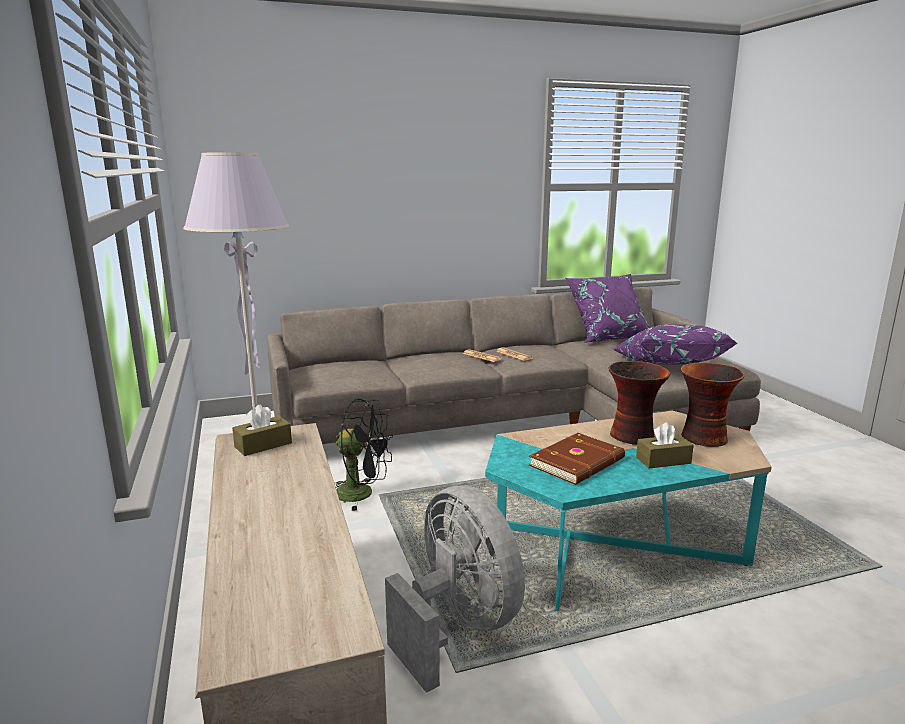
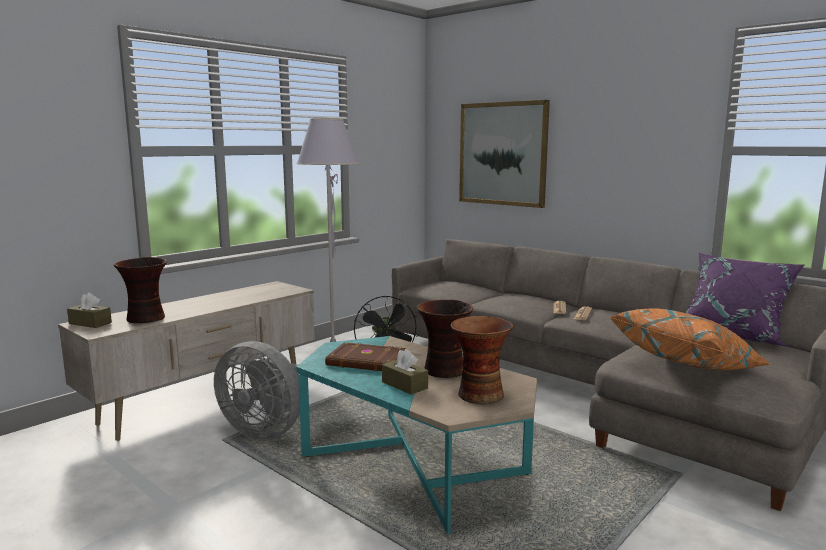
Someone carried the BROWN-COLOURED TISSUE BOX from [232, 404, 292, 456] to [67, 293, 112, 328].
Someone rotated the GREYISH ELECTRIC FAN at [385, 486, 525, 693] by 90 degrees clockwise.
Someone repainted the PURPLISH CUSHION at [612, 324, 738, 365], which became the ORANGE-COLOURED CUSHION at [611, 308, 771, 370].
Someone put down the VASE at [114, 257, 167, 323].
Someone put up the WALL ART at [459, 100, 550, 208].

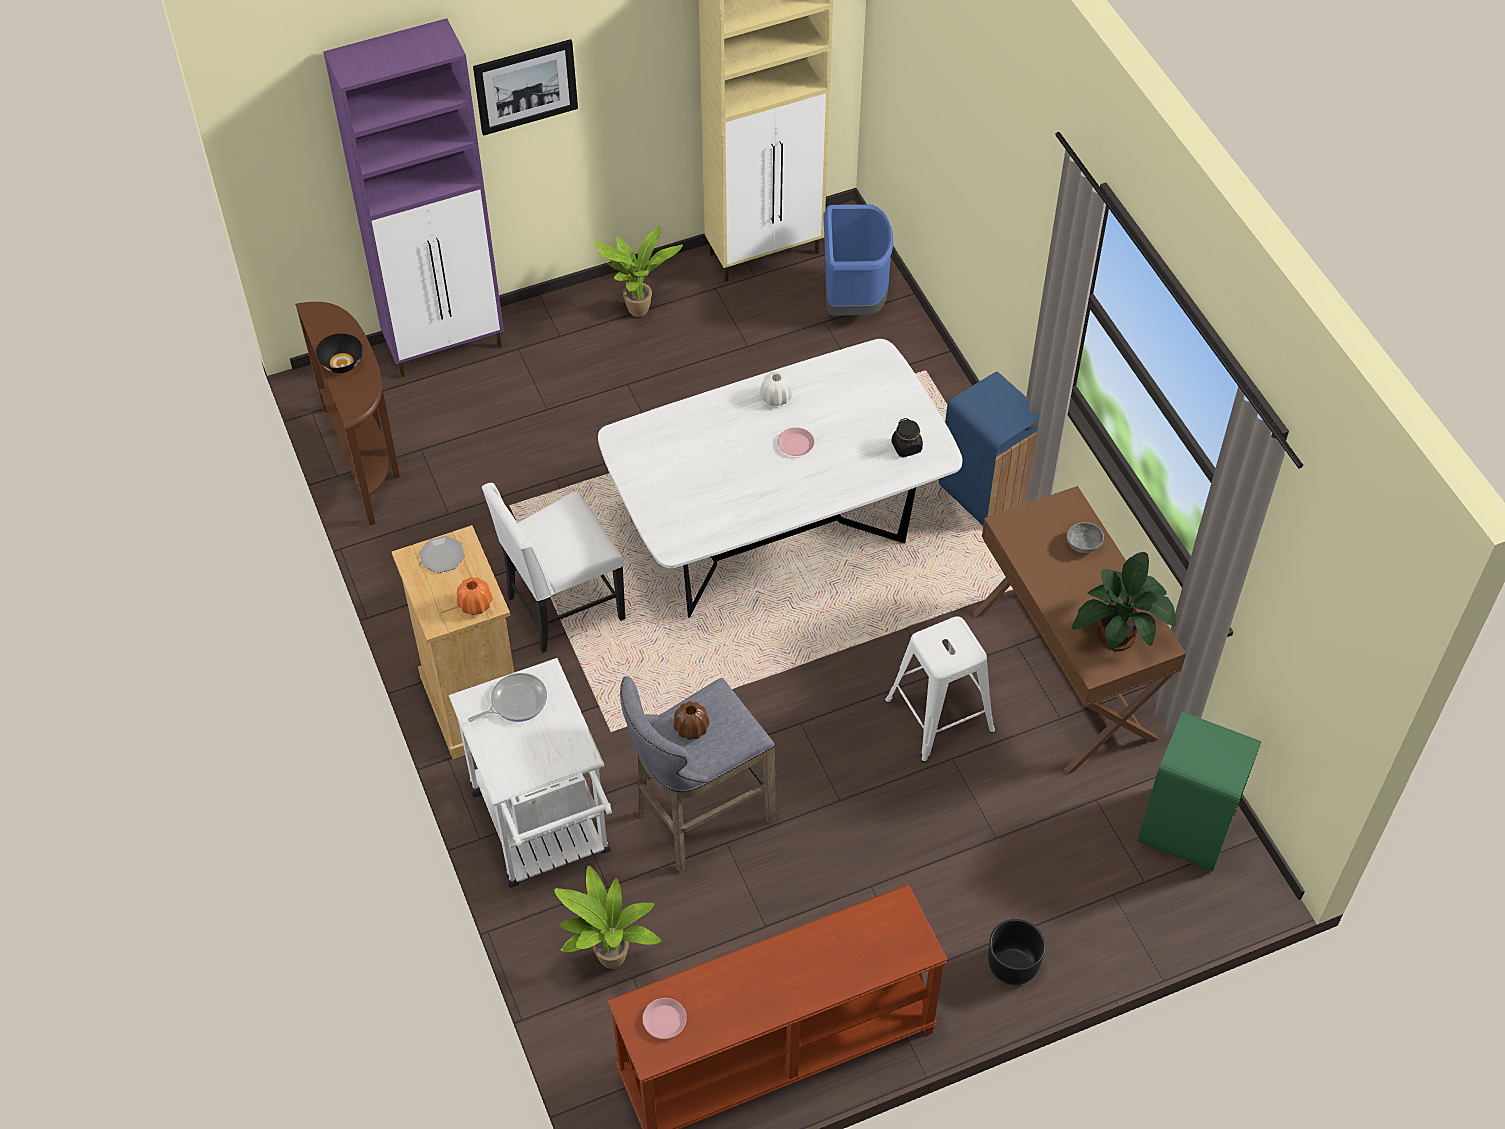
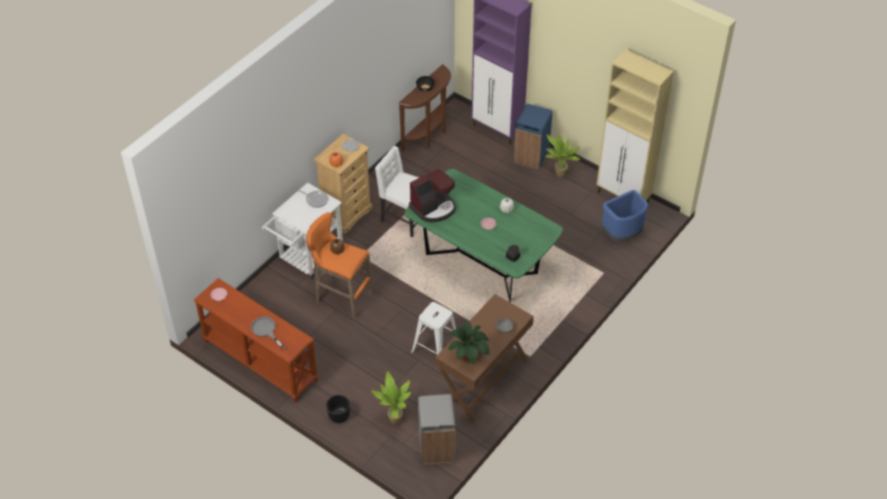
Someone took away the WALL ART at [473, 39, 578, 136].
Someone carried the POTTED PLANT from [554, 866, 661, 969] to [371, 371, 411, 424].
Someone repainted the WHITISH DINNER TABLE at [598, 339, 962, 618], which became the GREEN-COLOURED DINNER TABLE at [405, 169, 563, 303].
Someone repainted the GREYISH STOOL SEAT at [620, 676, 776, 872], which became the ORANGE-COLOURED STOOL SEAT at [306, 212, 373, 319].
Someone carried the BLUISH RUBBISH BIN from [939, 372, 1040, 525] to [513, 104, 552, 170].
Someone repainted the GREEN-COLOURED RUBBISH BIN at [1137, 711, 1262, 871], which became the GREYISH RUBBISH BIN at [418, 394, 456, 464].
Someone put down the GREYISH FRYING PAN at [251, 316, 286, 350].
Someone put down the COFFEE MACHINE at [409, 169, 456, 222].

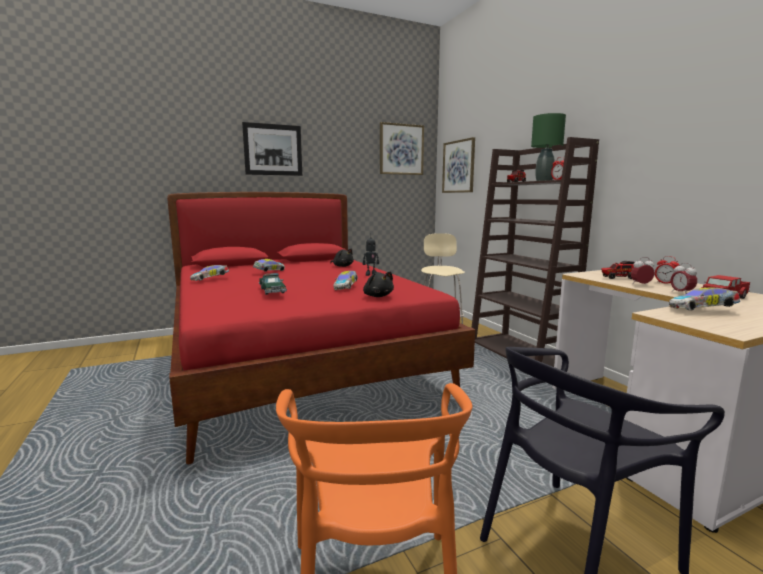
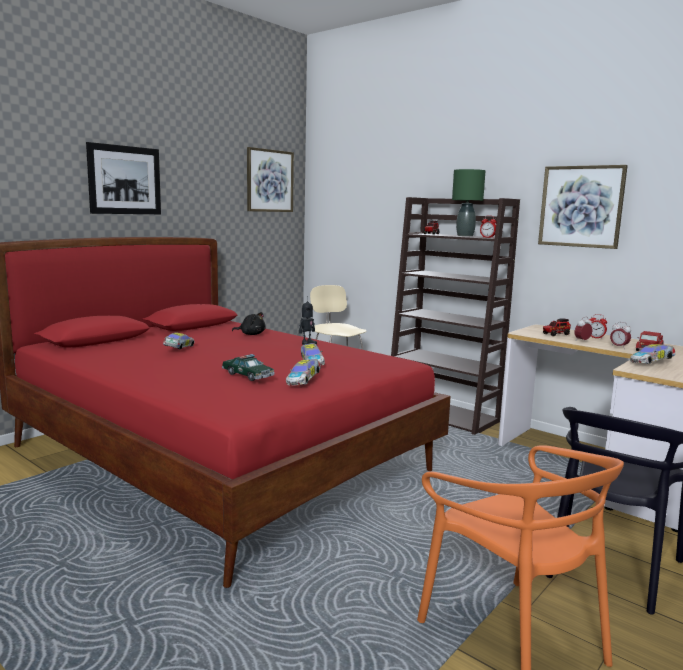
Someone carried the MINIATURE CAR from [190, 265, 229, 281] to [286, 359, 320, 386].
Someone took away the BLACK CUDDLY TOY at [363, 271, 394, 297].
Someone carried the WALL ART from [442, 137, 475, 193] to [538, 165, 628, 249].

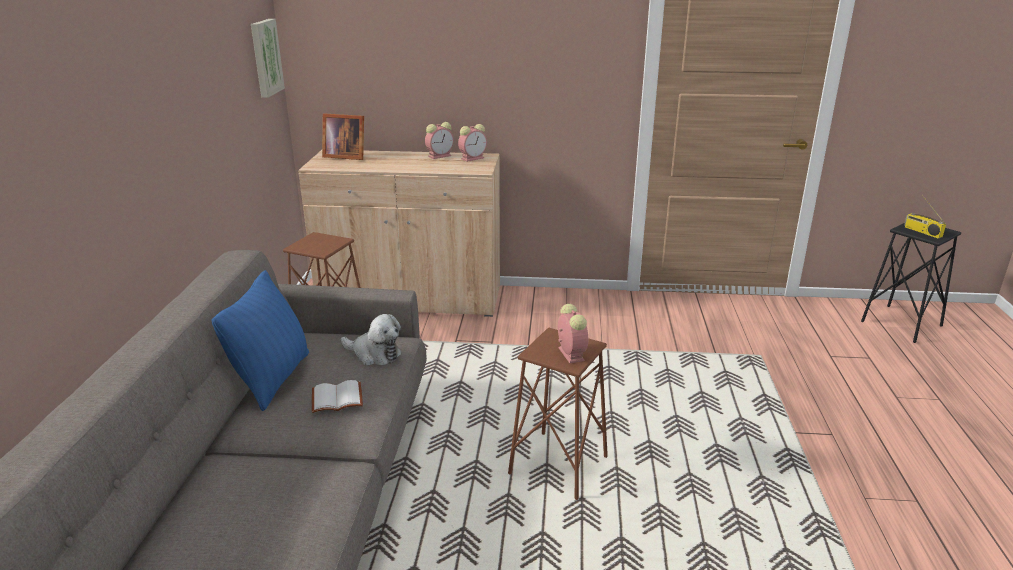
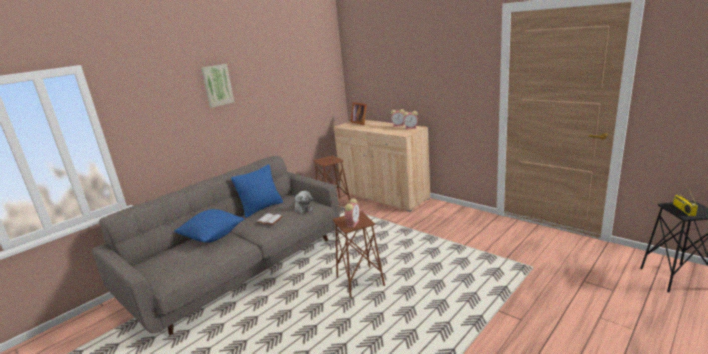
Someone carried the WALL ART from [251, 19, 285, 98] to [201, 64, 234, 107].
Someone put down the BLUISH CUSHION at [174, 209, 244, 243].

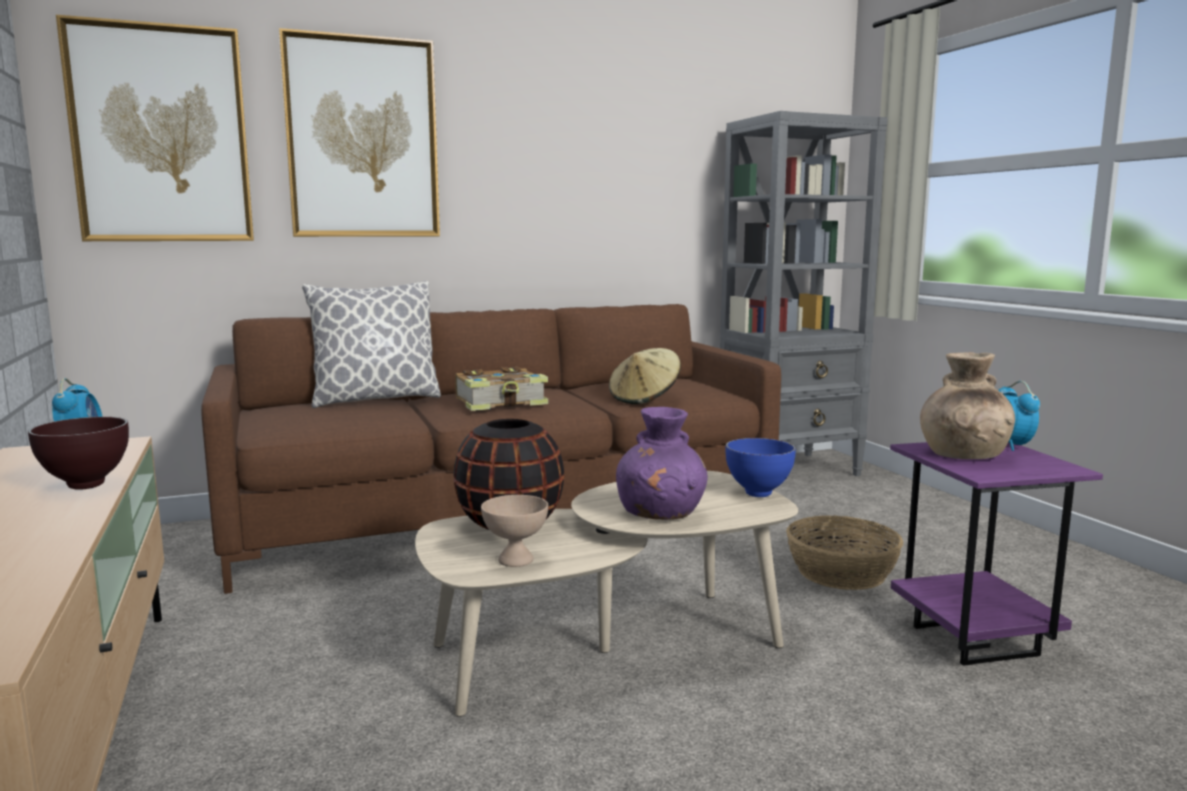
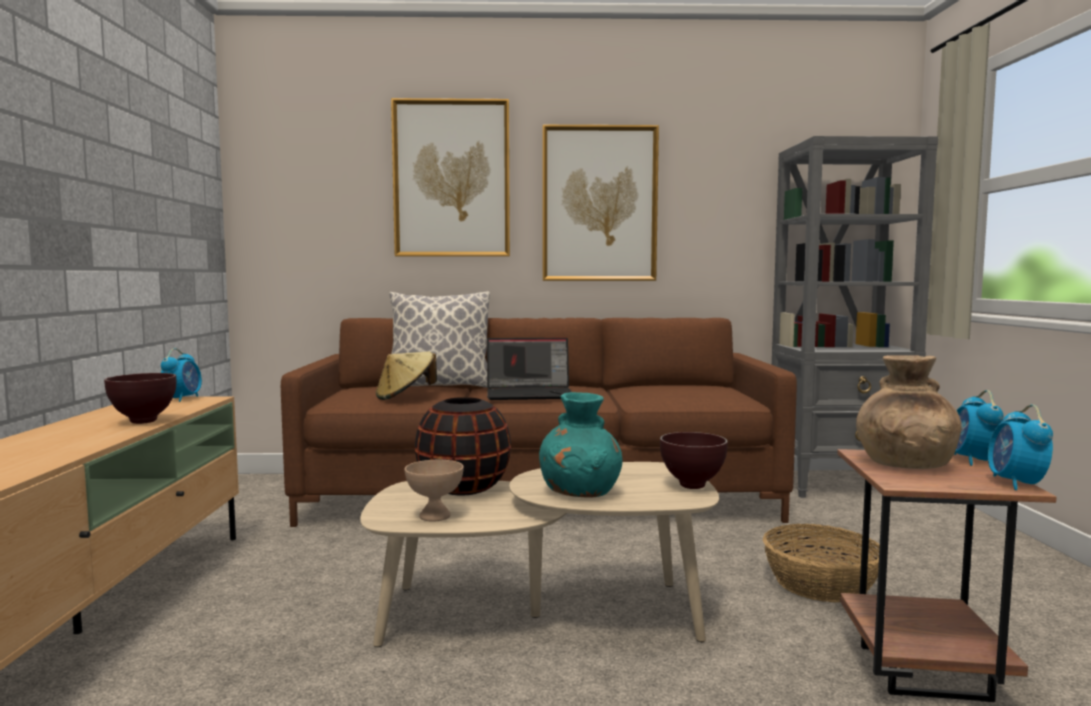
Someone carried the WALL ART from [56, 15, 254, 241] to [543, 125, 659, 281].
Someone swapped the BOOK at [455, 367, 548, 411] for the PORTABLE COMPUTER at [487, 338, 571, 400].
Someone carried the BEIGE CLOTHING HAT from [609, 348, 681, 404] to [376, 351, 437, 400].
Someone repainted the PURPLISH VASE at [616, 407, 708, 520], which became the TURQUOISE VASE at [539, 392, 623, 498].
Someone repainted the BLUISH BOWL at [726, 438, 796, 497], which became the BROWN-COLOURED BOWL at [660, 432, 728, 489].
Someone repainted the PURPLISH END TABLE at [890, 442, 1103, 666], which became the BROWN-COLOURED END TABLE at [837, 449, 1057, 702].
Someone put down the BEDSIDE CLOCK at [988, 404, 1053, 490].

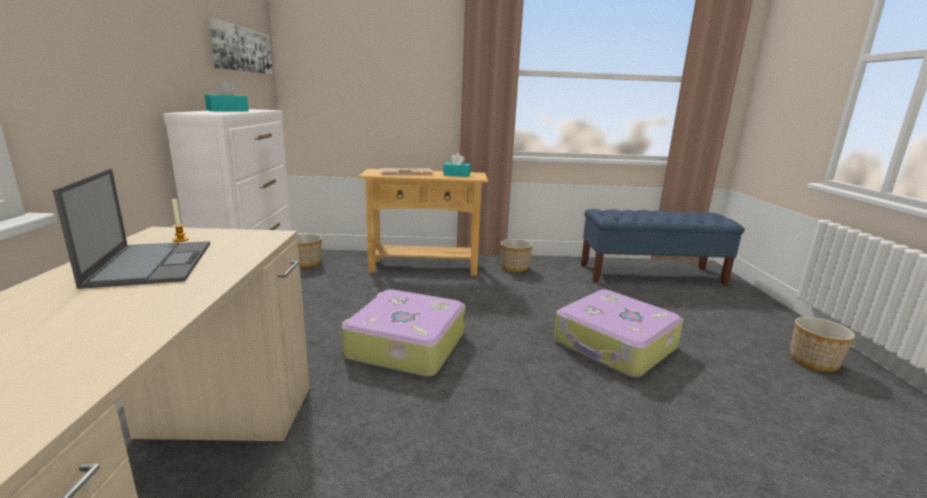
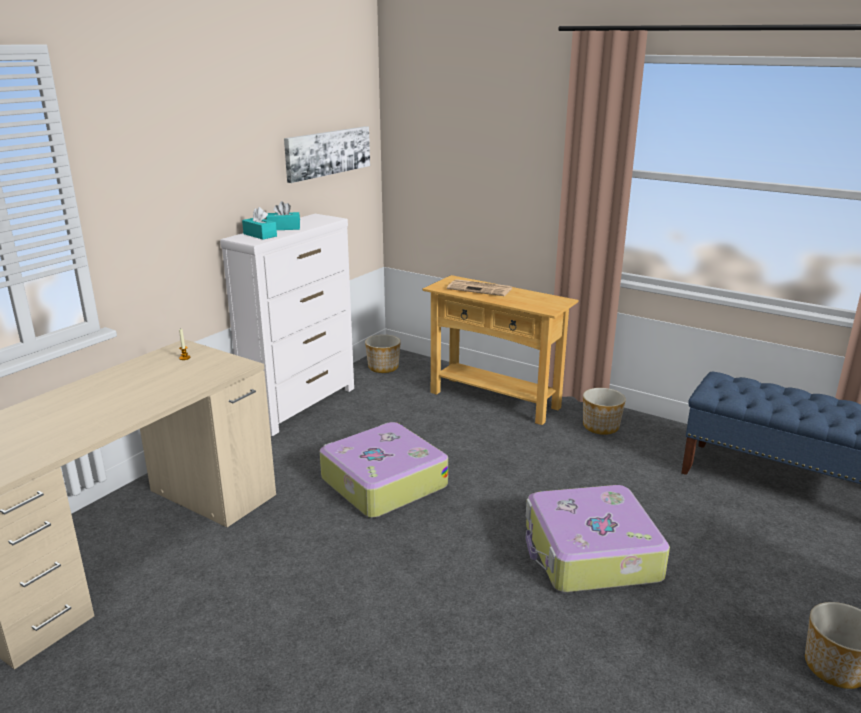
Someone took away the PORTABLE COMPUTER at [53, 169, 210, 289].
Someone carried the TURQUOISE TISSUE BOX from [443, 153, 471, 177] to [242, 207, 277, 239].

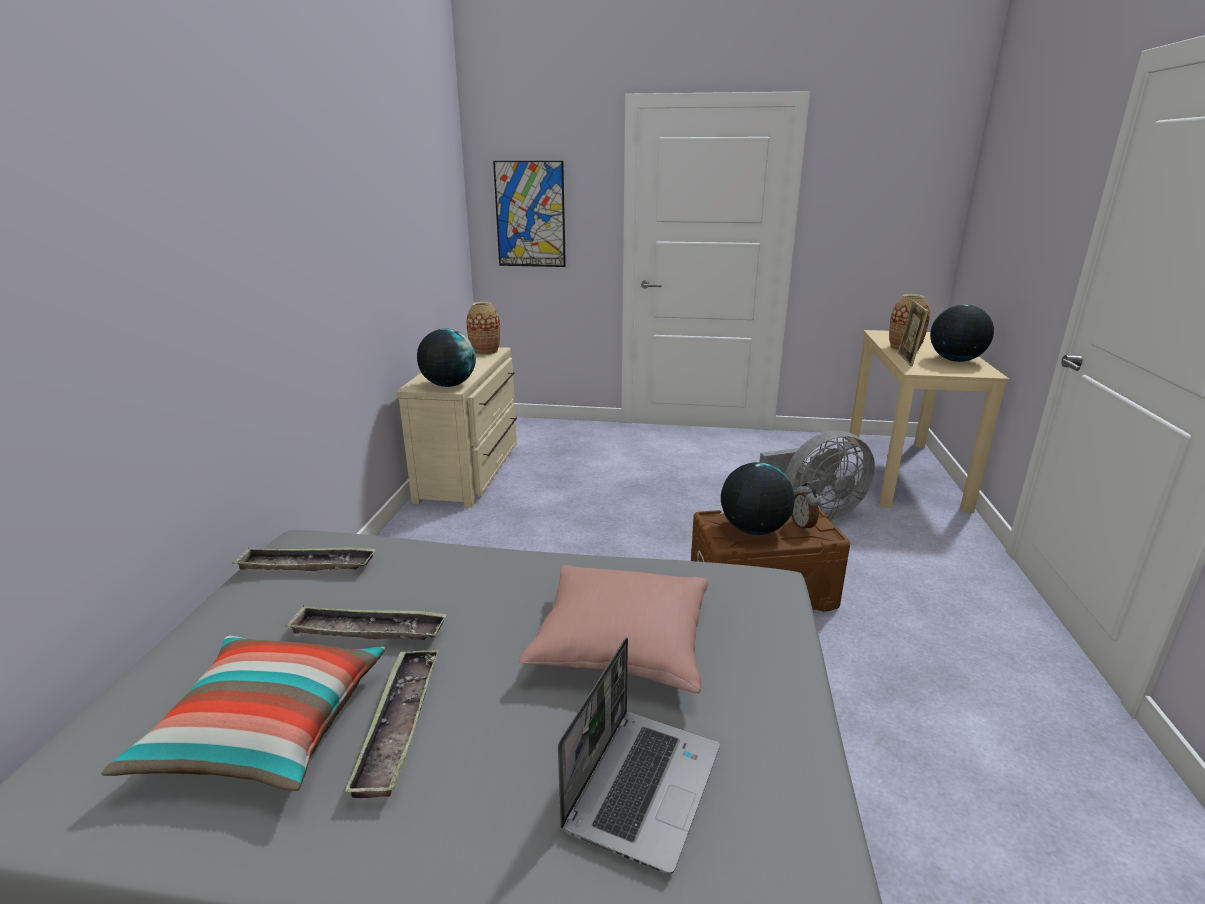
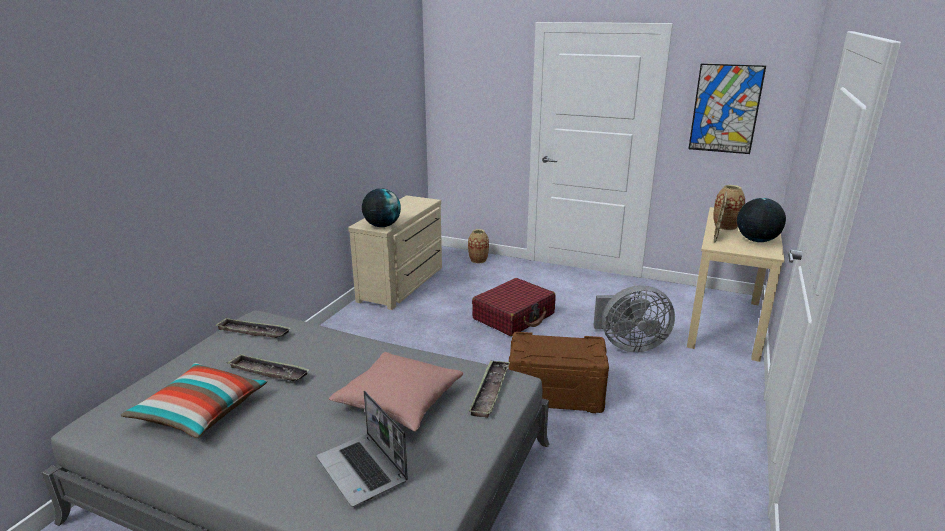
Someone carried the CARRYING TRAY from [344, 649, 439, 798] to [469, 360, 510, 418].
Someone carried the VASE from [466, 302, 500, 355] to [468, 229, 489, 263].
Someone carried the WALL ART from [493, 161, 566, 267] to [689, 64, 766, 154].
Someone rotated the PORTABLE COMPUTER at [558, 637, 720, 874] by 105 degrees clockwise.
Someone took away the GLOBE at [721, 462, 795, 535].
Someone took away the BEDSIDE CLOCK at [791, 483, 820, 532].
Someone put down the RED-COLOURED PIECE OF LUGGAGE at [472, 278, 556, 336].

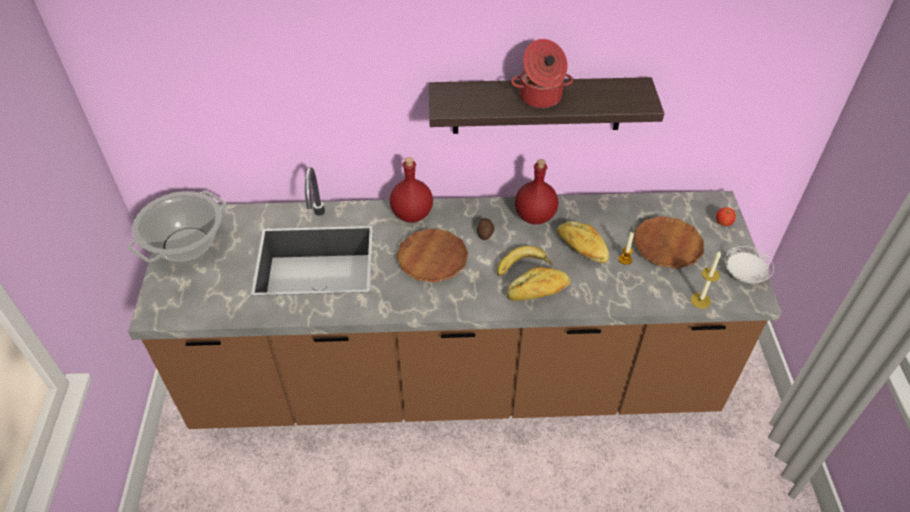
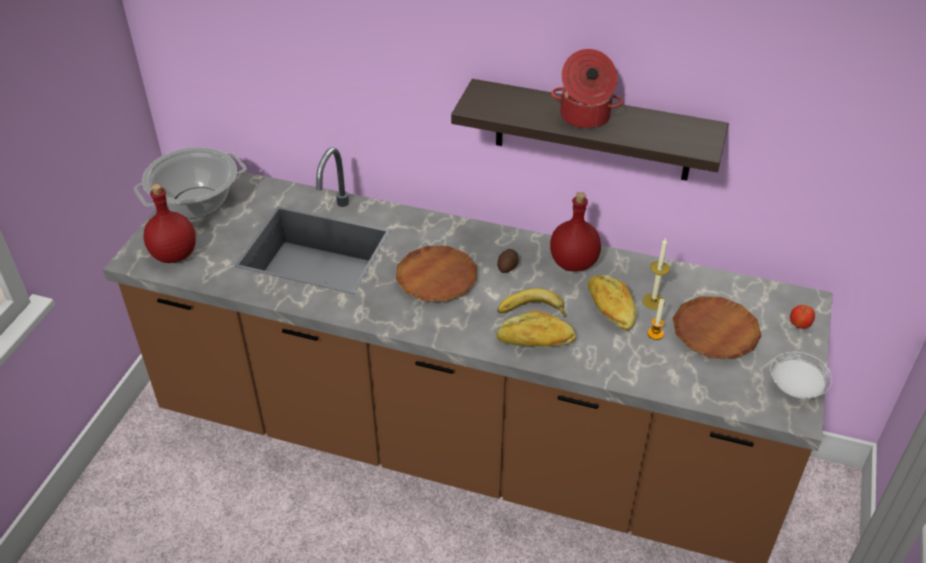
Someone carried the RED-COLOURED DRINK BOTTLE from [390, 157, 433, 223] to [144, 184, 196, 263].
Someone carried the WAX CANDLE from [691, 251, 721, 309] to [642, 238, 670, 310].

